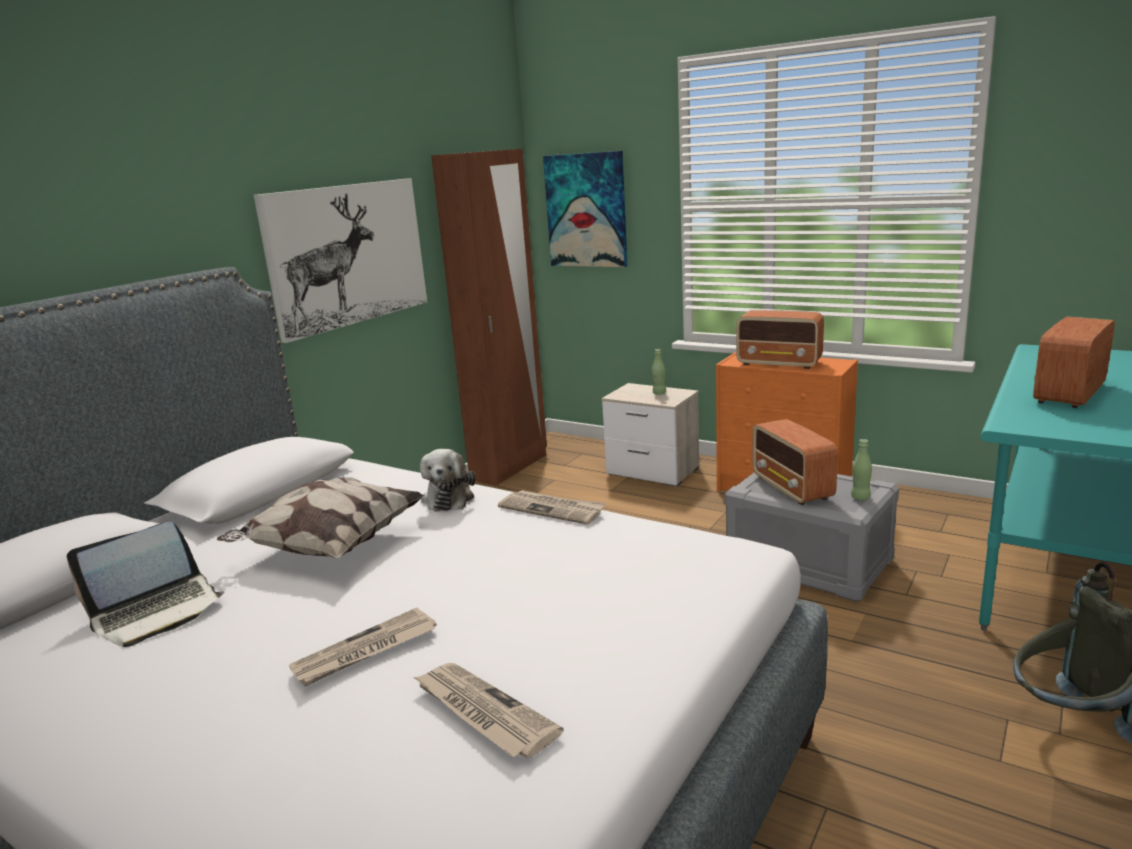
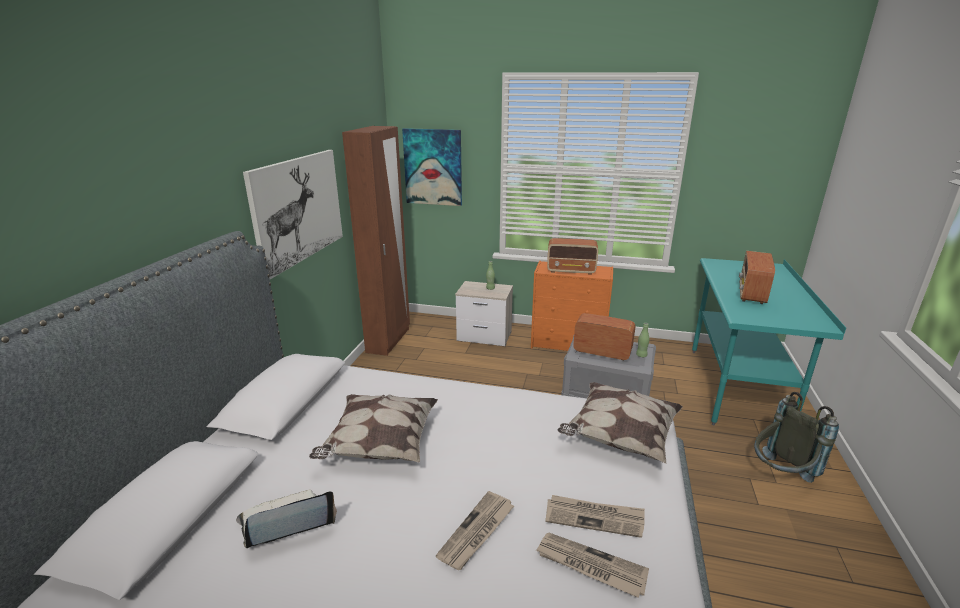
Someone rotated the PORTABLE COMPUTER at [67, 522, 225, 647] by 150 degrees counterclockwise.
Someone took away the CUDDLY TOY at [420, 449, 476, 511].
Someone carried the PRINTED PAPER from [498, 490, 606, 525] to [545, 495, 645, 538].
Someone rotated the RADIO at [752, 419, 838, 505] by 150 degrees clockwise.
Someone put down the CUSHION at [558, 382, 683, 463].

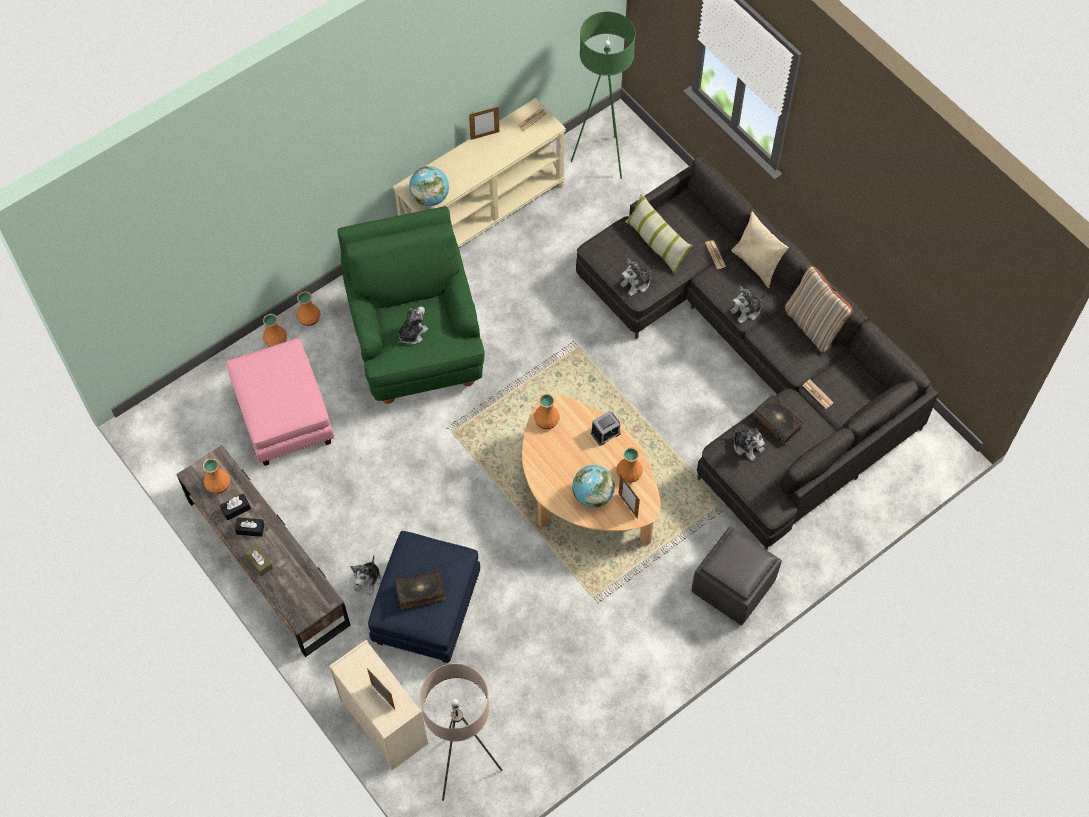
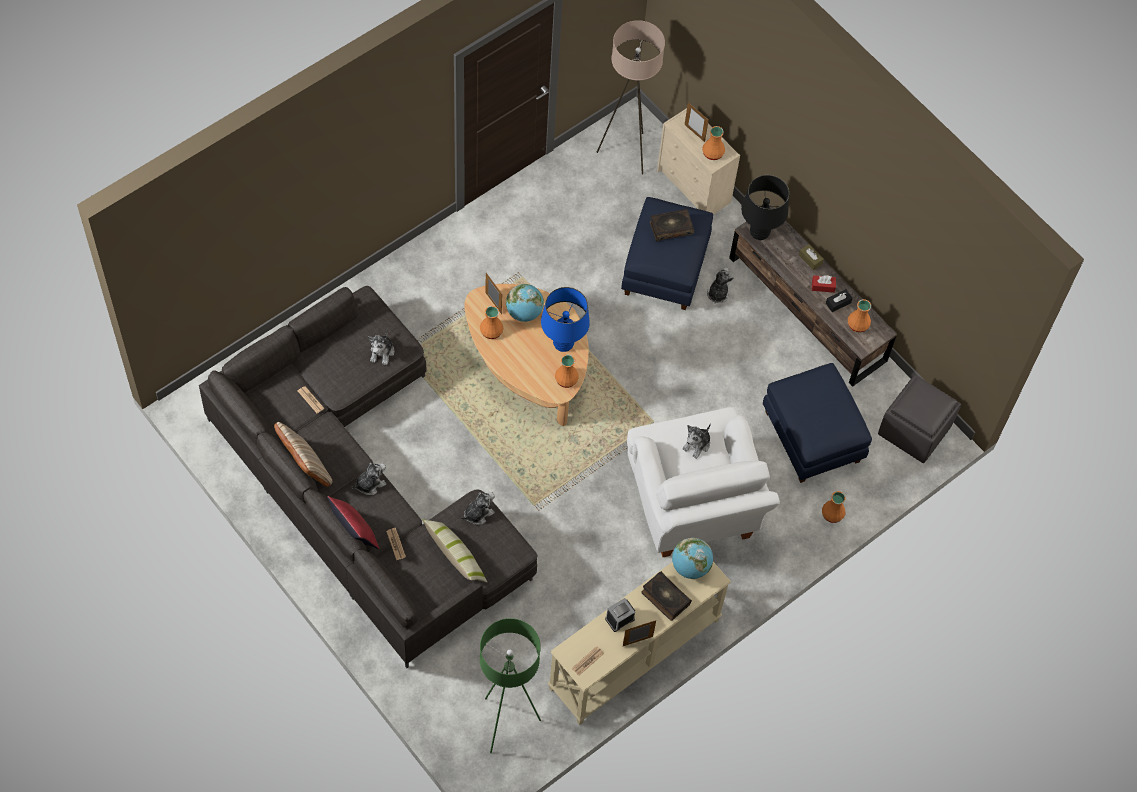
Someone repainted the PINK POUFFE at [226, 338, 334, 466], which became the BLUISH POUFFE at [763, 363, 872, 483].
Someone repainted the BLACK TISSUE BOX at [235, 517, 264, 537], which became the RED-COLOURED TISSUE BOX at [812, 275, 836, 293].
Someone carried the ORANGE-COLOURED VASE from [296, 291, 321, 326] to [702, 126, 725, 160].
Someone repainted the GREEN-COLOURED EASY CHAIR at [338, 206, 485, 404], which became the WHITISH EASY CHAIR at [627, 407, 780, 557].
Someone carried the BEDSIDE CLOCK from [591, 411, 621, 446] to [605, 598, 635, 632].
Someone carried the GREYISH POUFFE from [692, 526, 782, 625] to [878, 375, 961, 463].
Someone repainted the BEIGE CUSHION at [731, 211, 789, 288], which became the RED-COLOURED CUSHION at [327, 496, 380, 549].
Someone rotated the CUDDLY TOY at [732, 426, 765, 461] by 120 degrees counterclockwise.
Someone carried the BOOK from [752, 395, 803, 445] to [641, 571, 692, 621].
Someone put down the BLUISH TABLETOP LAMP at [541, 287, 590, 352].
Someone put down the BLACK TABLETOP LAMP at [741, 175, 789, 240].

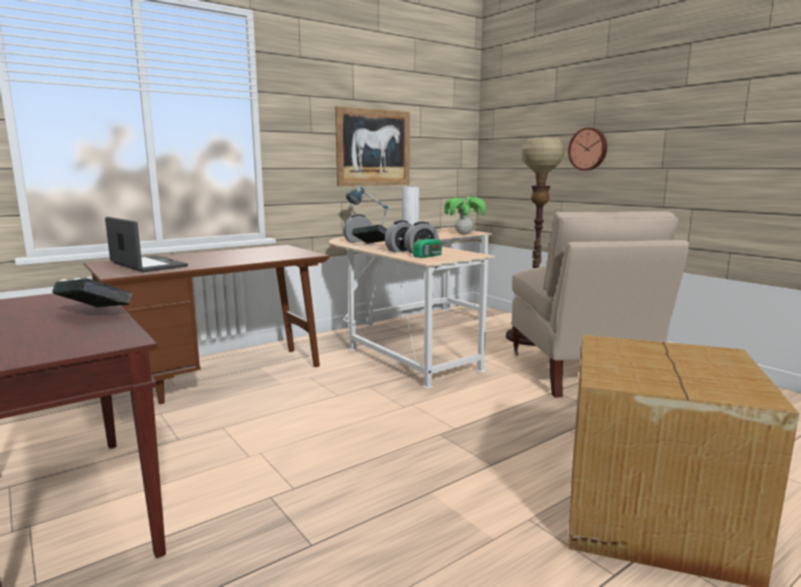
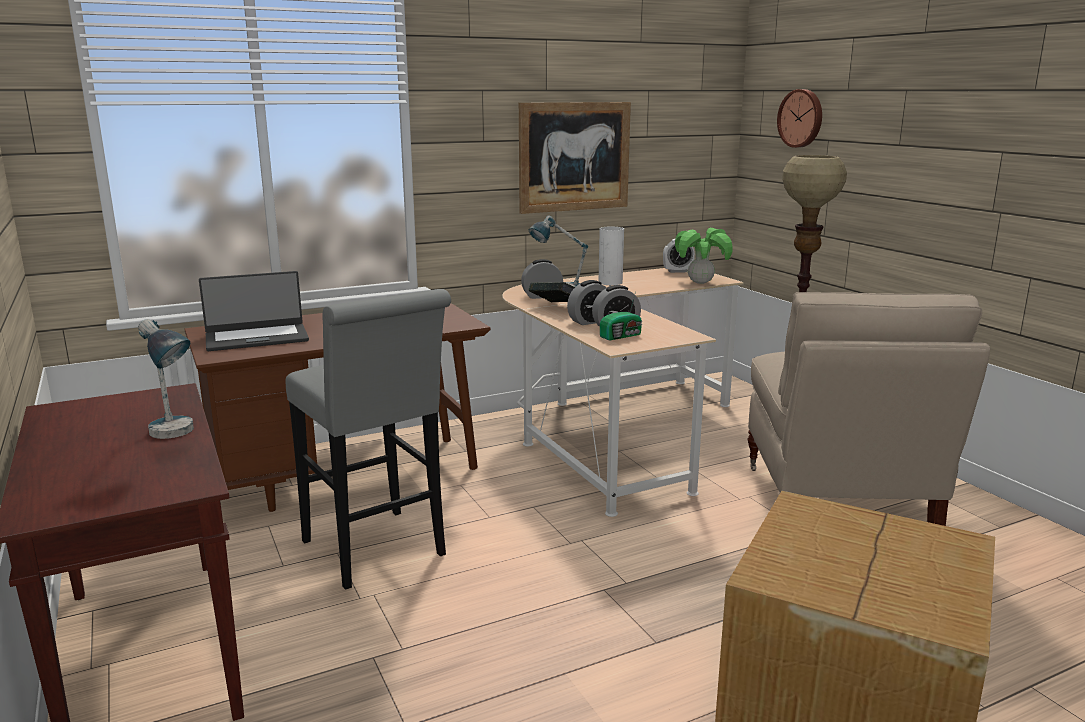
Someone swapped the BOOK at [52, 278, 133, 307] for the TABLETOP LAMP at [138, 319, 194, 439].
Someone rotated the PORTABLE COMPUTER at [105, 217, 188, 272] by 105 degrees clockwise.
Someone carried the HANGING CLOCK from [568, 127, 607, 171] to [777, 89, 822, 148].
Someone put down the GREYISH STOOL SEAT at [286, 289, 451, 590].
Someone put down the BEDSIDE CLOCK at [663, 238, 695, 273].

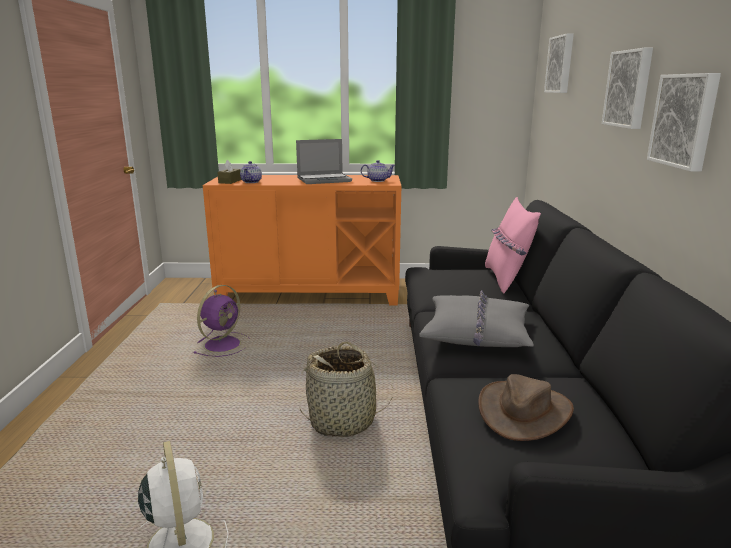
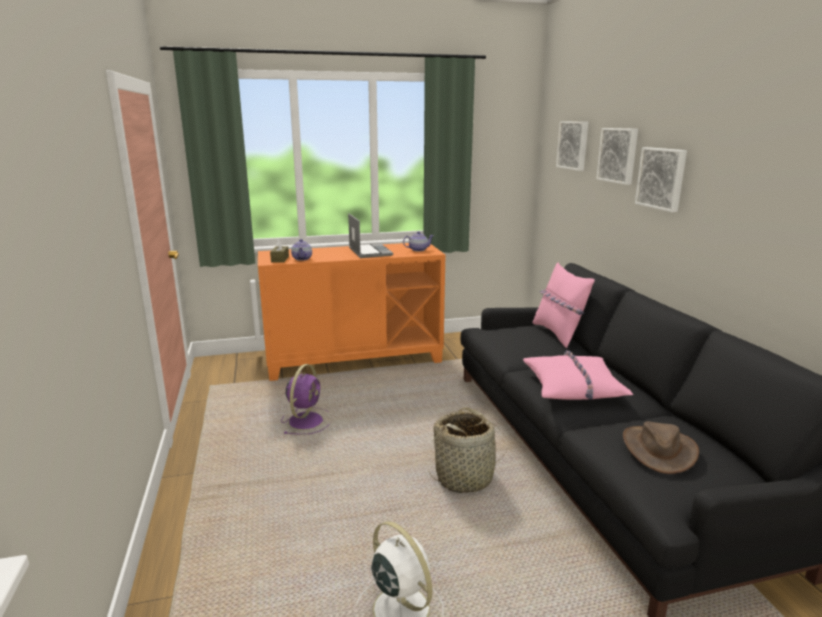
Someone rotated the PORTABLE COMPUTER at [296, 139, 352, 184] by 75 degrees counterclockwise.
Someone repainted the GREYISH CUSHION at [419, 290, 534, 347], which became the PINK CUSHION at [523, 350, 633, 400].
Someone carried the WALL ART from [647, 73, 721, 172] to [596, 128, 638, 185].

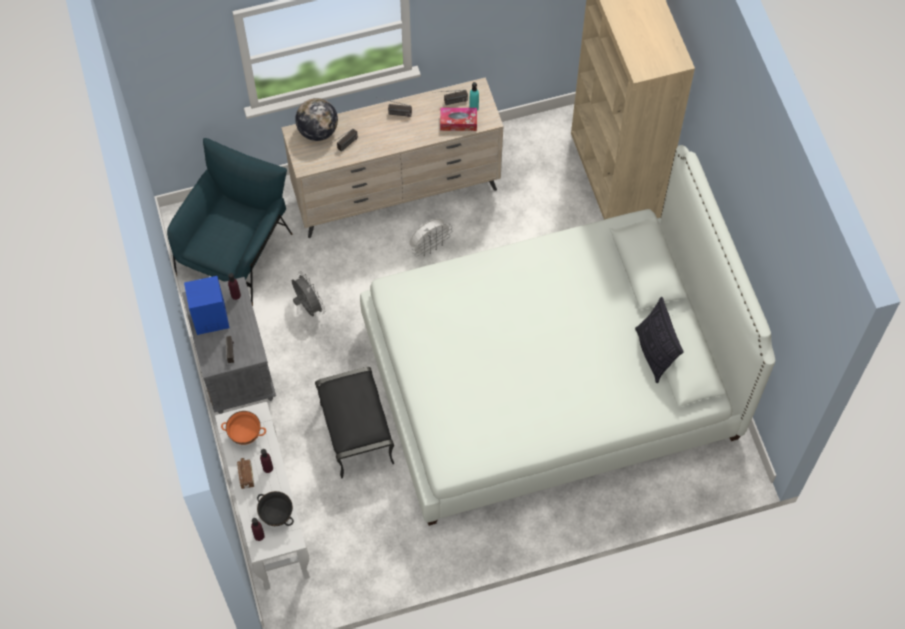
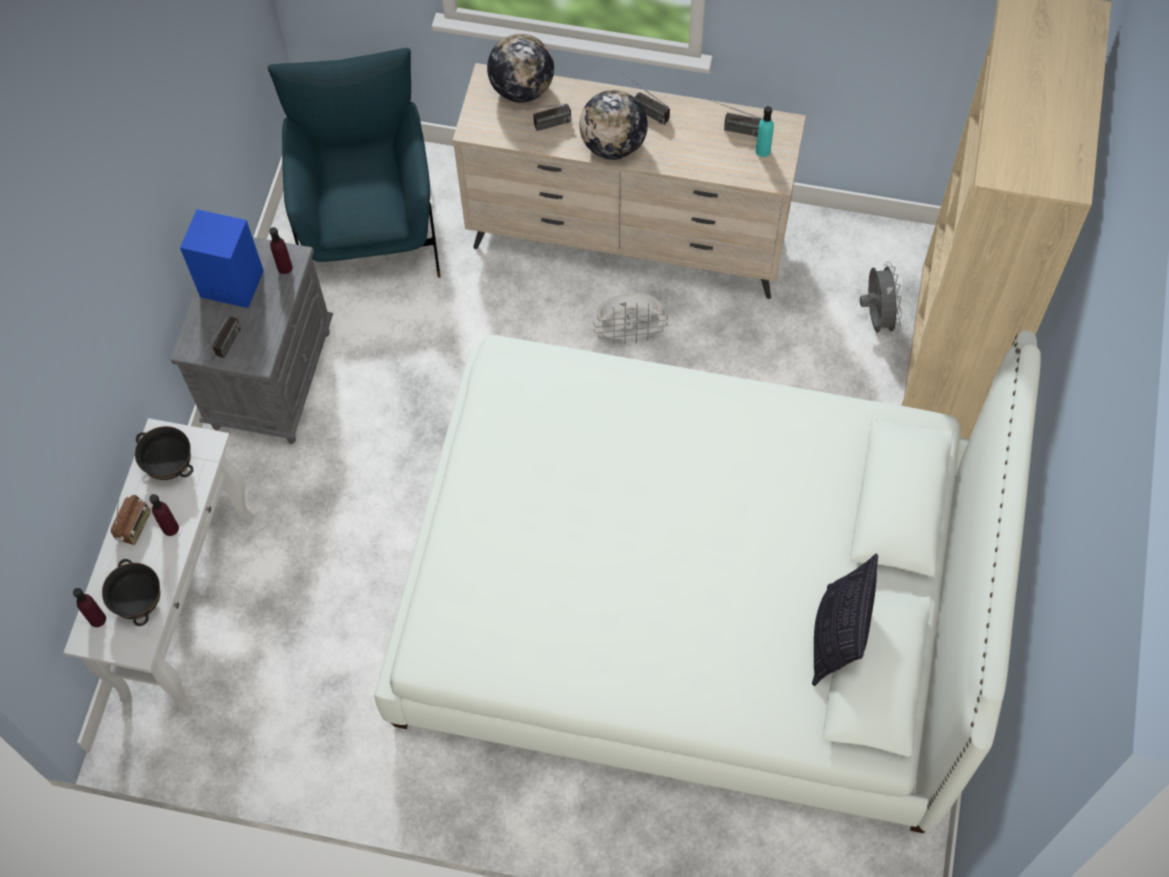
Someone rotated the BLUISH EASY CHAIR at [167, 138, 292, 306] by 60 degrees counterclockwise.
Someone repainted the ORANGE-COLOURED BOWL at [221, 411, 266, 445], which became the BLACK BOWL at [135, 426, 193, 480].
Someone carried the GREYISH ELECTRIC FAN from [292, 271, 325, 316] to [860, 262, 902, 336].
Someone took away the BLACK POUFFE at [315, 367, 394, 479].
Someone took away the TISSUE BOX at [440, 108, 477, 131].
Someone put down the GLOBE at [580, 90, 648, 160].

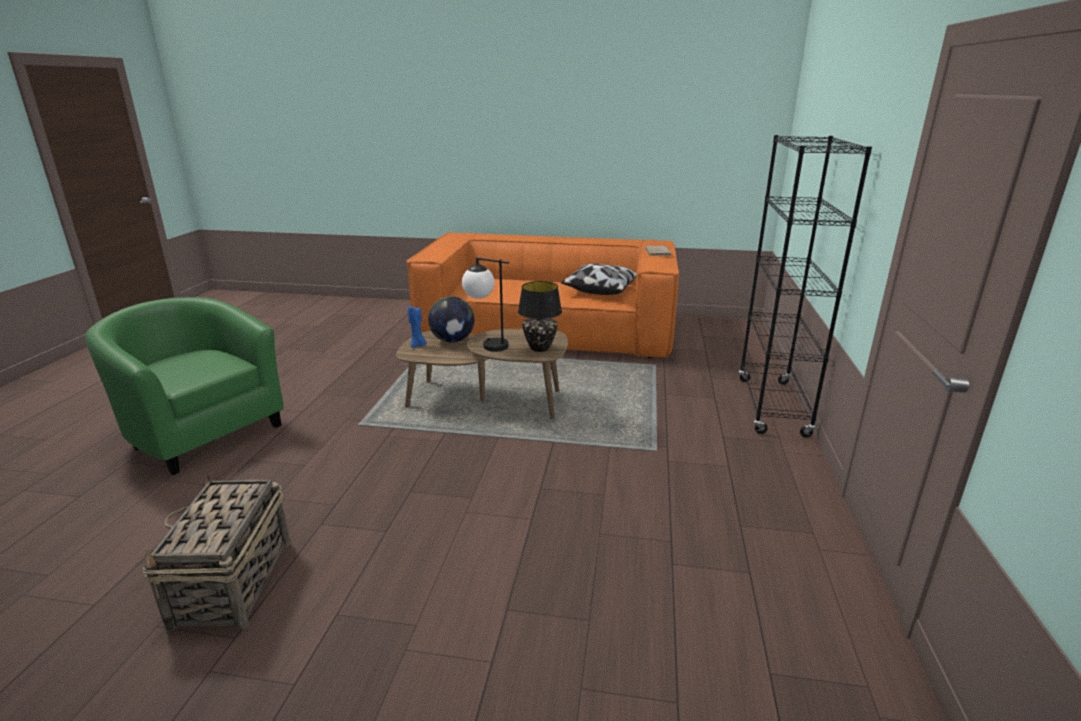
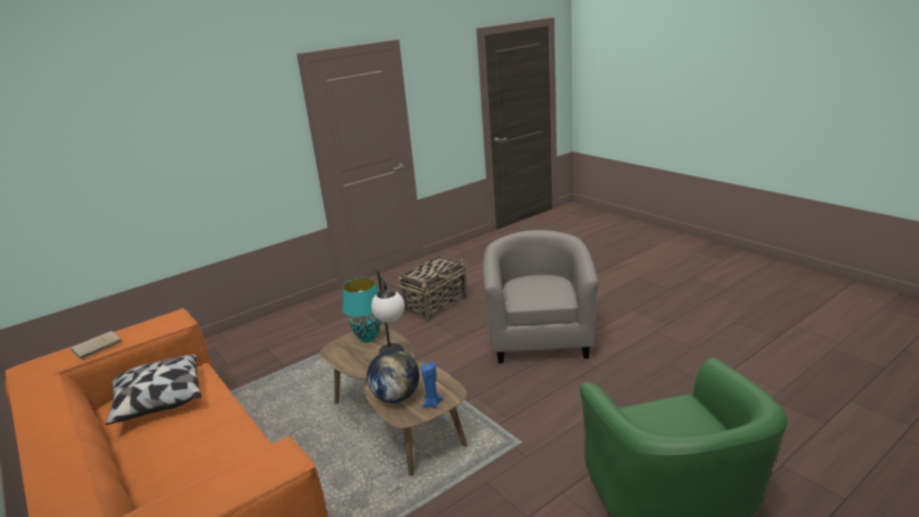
Someone carried the HOUSEHOLD BASKET from [142, 474, 291, 631] to [398, 255, 467, 322].
Someone repainted the BLACK TABLETOP LAMP at [518, 281, 562, 352], which became the TURQUOISE TABLETOP LAMP at [342, 278, 381, 343].
Someone took away the BLACK BOOKSHELF at [739, 135, 872, 437].
Someone put down the GREYISH EASY CHAIR at [483, 230, 598, 363].

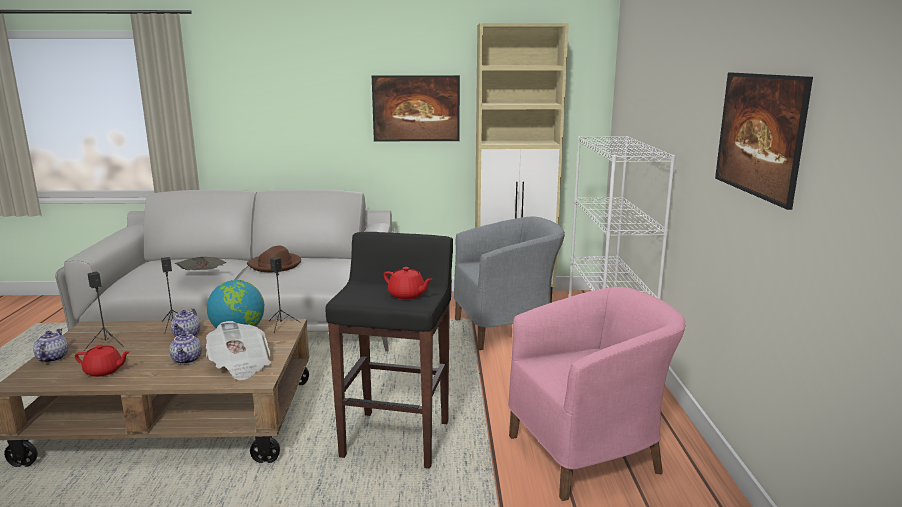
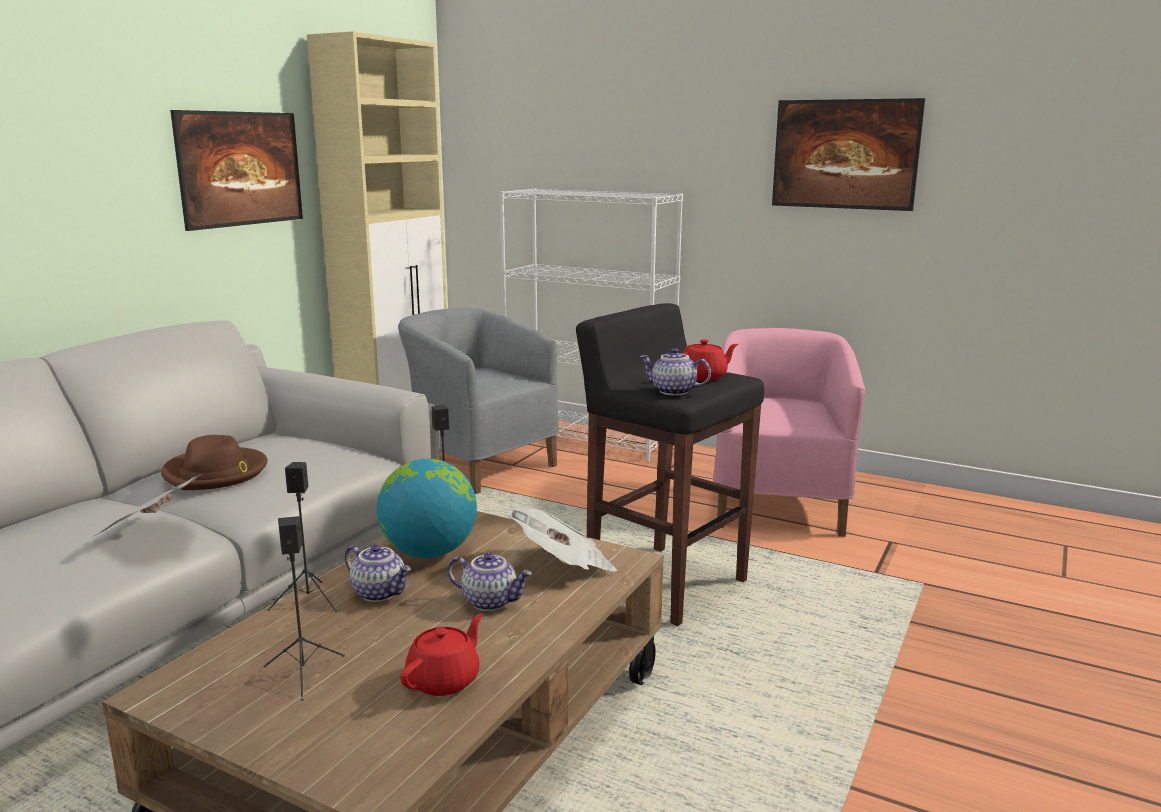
Someone carried the POT FOR TEA from [33, 328, 68, 363] to [639, 348, 711, 395].
Someone rotated the GREYISH EASY CHAIR at [454, 217, 565, 350] by 60 degrees counterclockwise.

